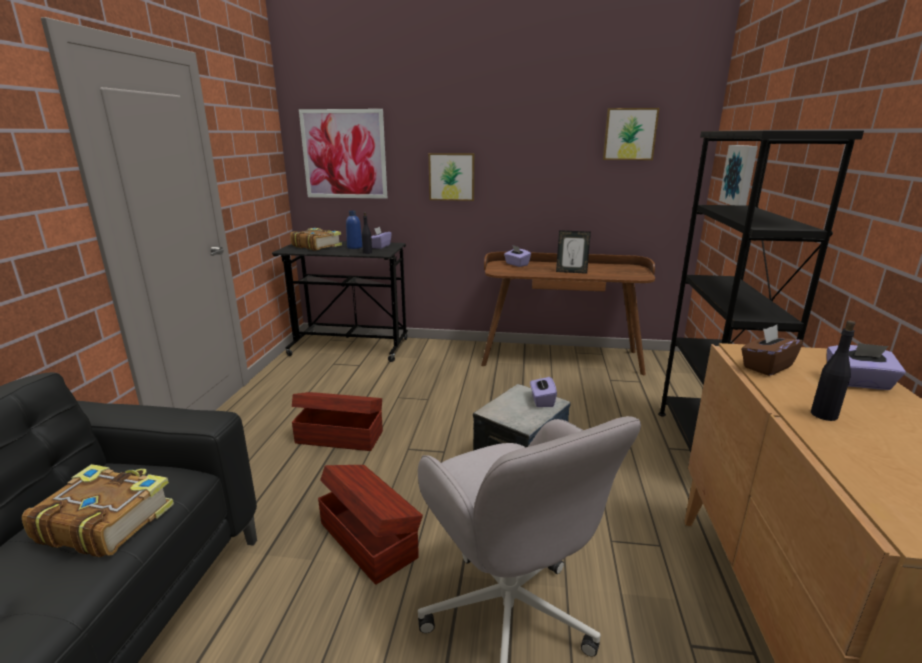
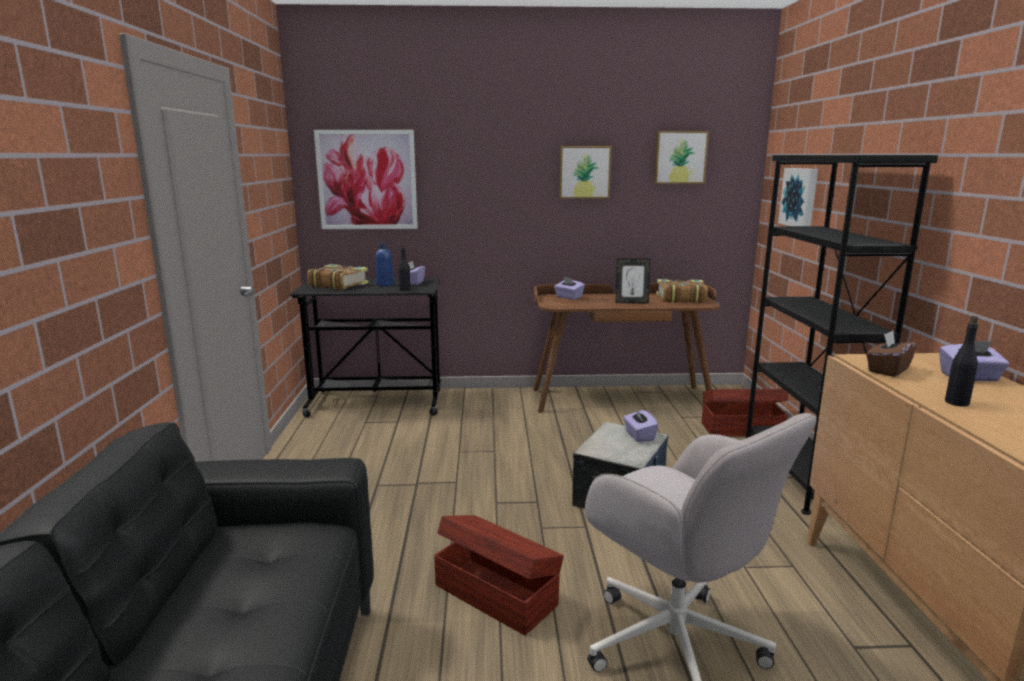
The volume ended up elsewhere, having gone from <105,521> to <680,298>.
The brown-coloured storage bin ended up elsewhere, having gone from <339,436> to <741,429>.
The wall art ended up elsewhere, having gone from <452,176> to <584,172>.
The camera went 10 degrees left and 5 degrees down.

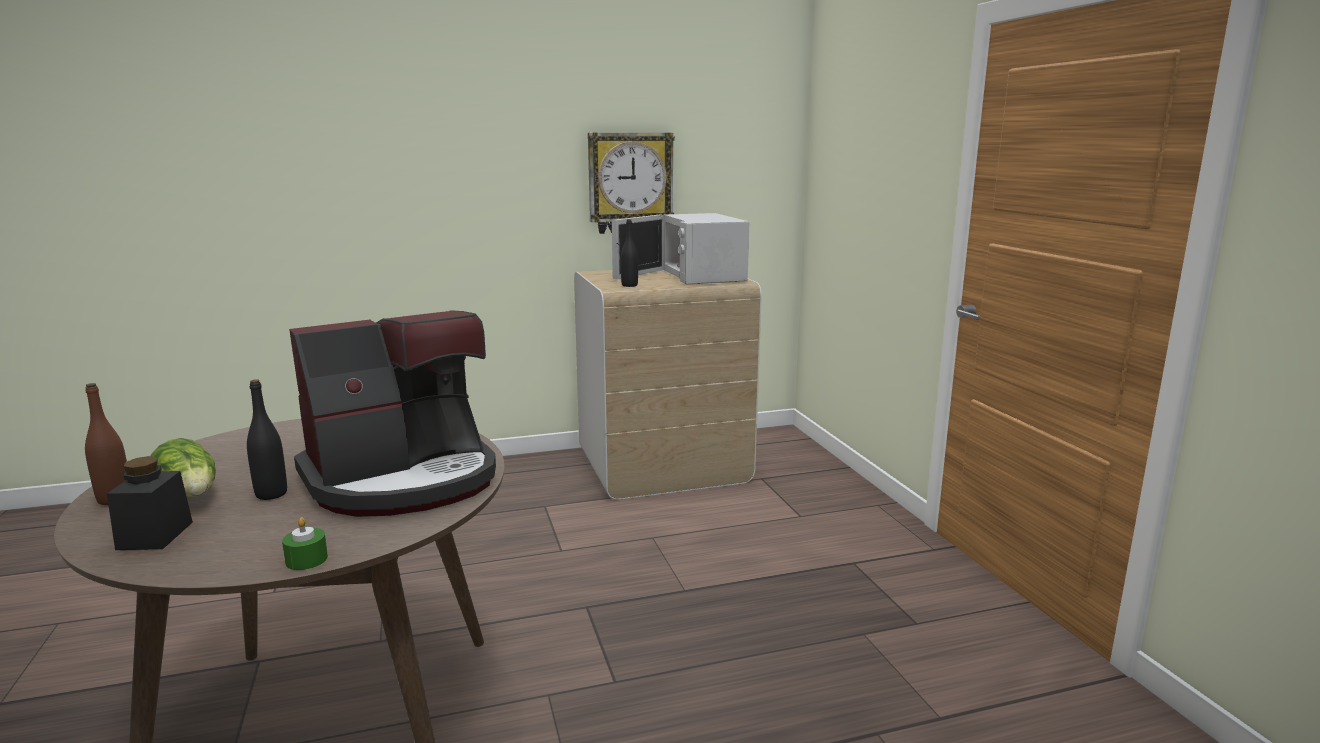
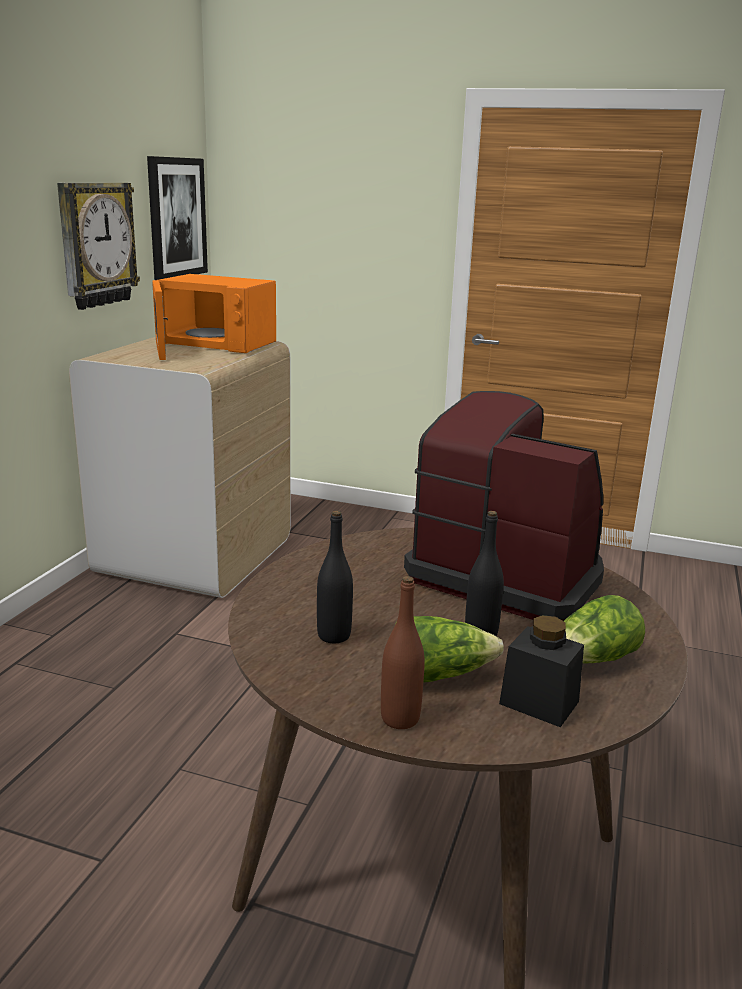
The second view lost the greenish wax light at <306,560>.
The coffee machine at <404,479> ended up facing another way, 60 degrees counterclockwise from before.
What was the white-coloured kitchen microwave at <696,276> turned into the orange-coloured kitchen microwave at <213,344>.
The black beverage bottle ended up elsewhere, having gone from <629,285> to <334,635>.
The second view gained the wall art at <176,218>.
The second view gained the lettuce head at <593,660>.
The camera went 55 degrees left and 5 degrees up.

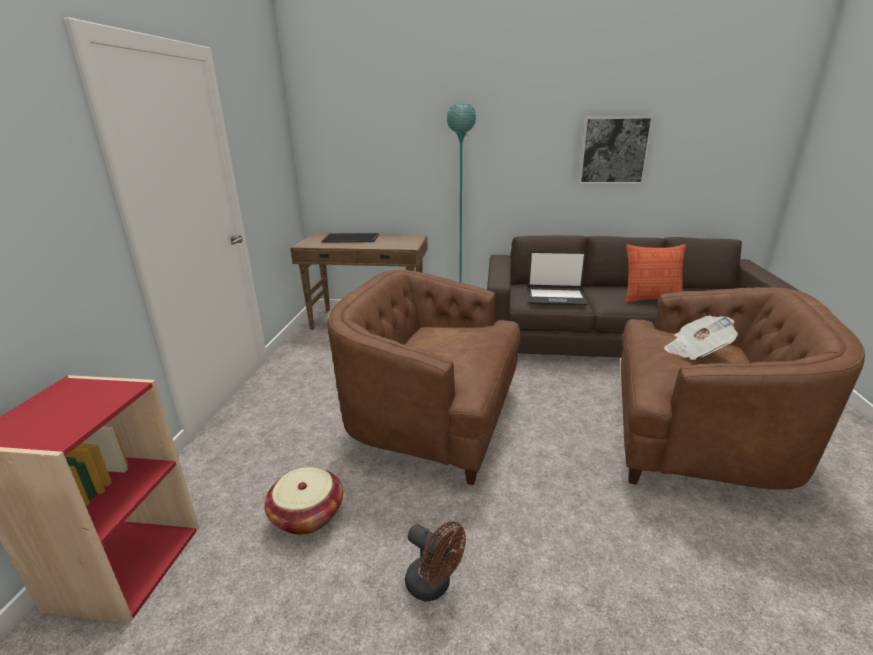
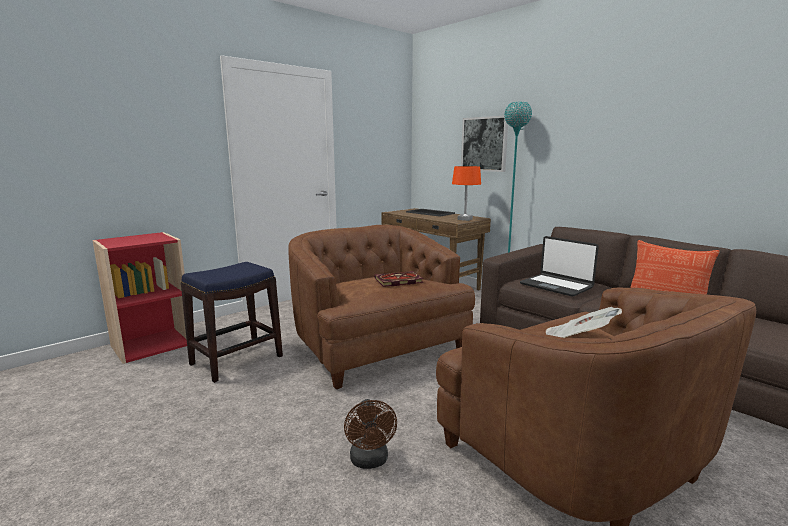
Where the basket stood at <307,515>, the stool seat came to stand at <237,360>.
The brown-coloured fan ended up elsewhere, having gone from <434,586> to <370,461>.
The wall art ended up elsewhere, having gone from <614,150> to <484,144>.
The second view gained the volume at <397,281>.
The second view gained the orange-coloured tabletop lamp at <465,219>.
The camera went 40 degrees right and 10 degrees down.

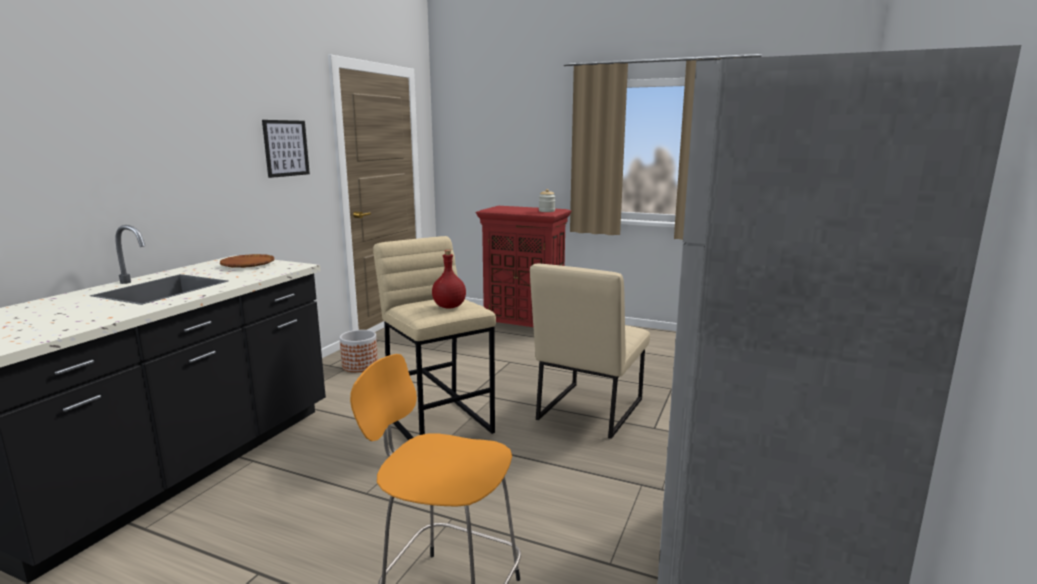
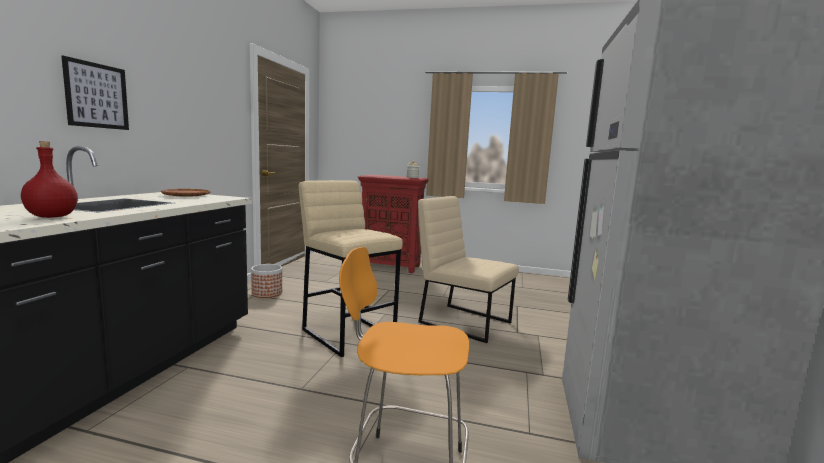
The wall art ended up elsewhere, having gone from <286,148> to <97,95>.
The reddish beverage bottle ended up elsewhere, having gone from <450,306> to <53,216>.
The beige-coloured chair at <588,410> ended up facing another way, 105 degrees clockwise from before.
The camera went 10 degrees left and 5 degrees down.

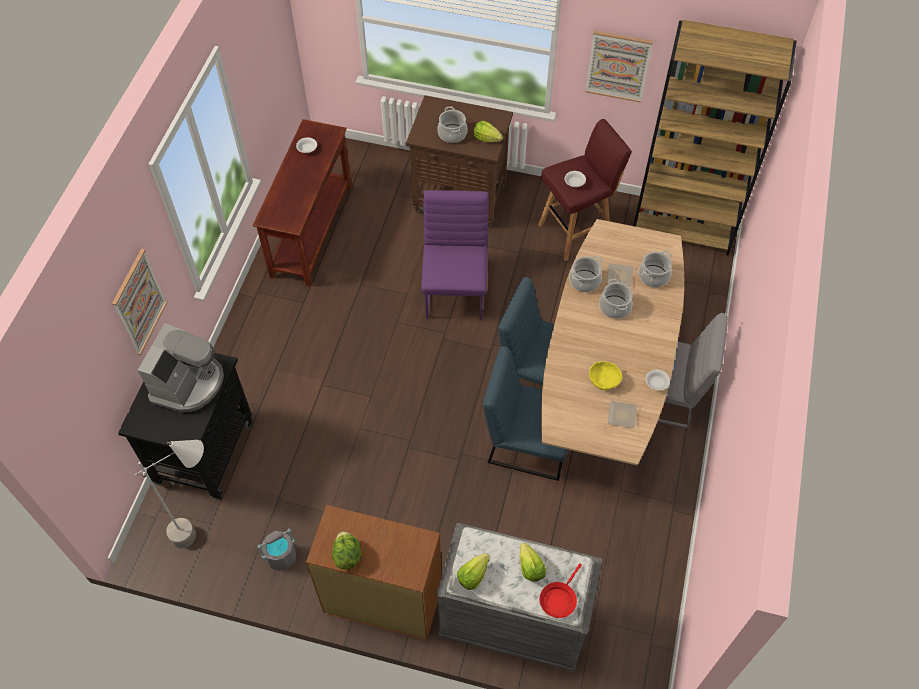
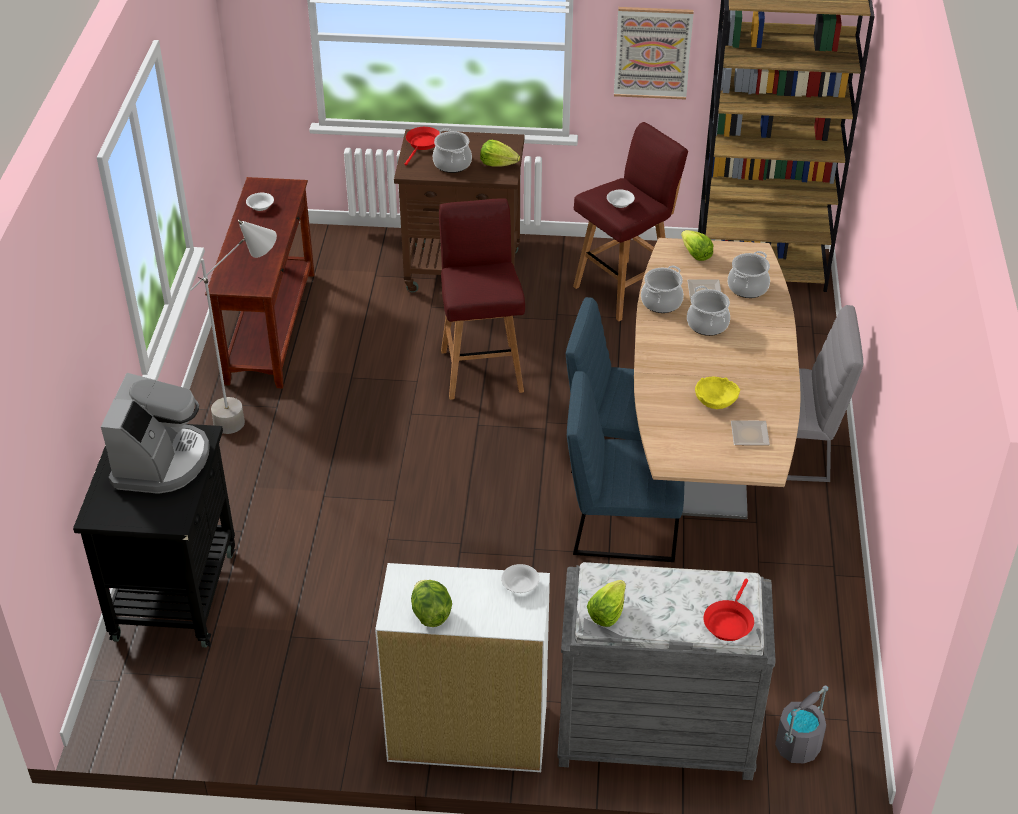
The second view lost the wall art at <139,302>.
The grey standard lamp ended up elsewhere, having gone from <205,533> to <255,417>.
The grey water bucket ended up elsewhere, having gone from <281,557> to <797,746>.
What was the brown-coloured cabinet at <382,599> turned into the white-coloured cabinet at <466,733>.
Where the purple chair stood at <455,290>, the reddish stool seat came to stand at <481,369>.
The lettuce head ended up elsewhere, having gone from <530,568> to <695,254>.
The white-coloured bowl ended up elsewhere, having gone from <656,383> to <520,585>.
The second view gained the reddish pan at <422,144>.
The camera went 10 degrees left and 15 degrees down.

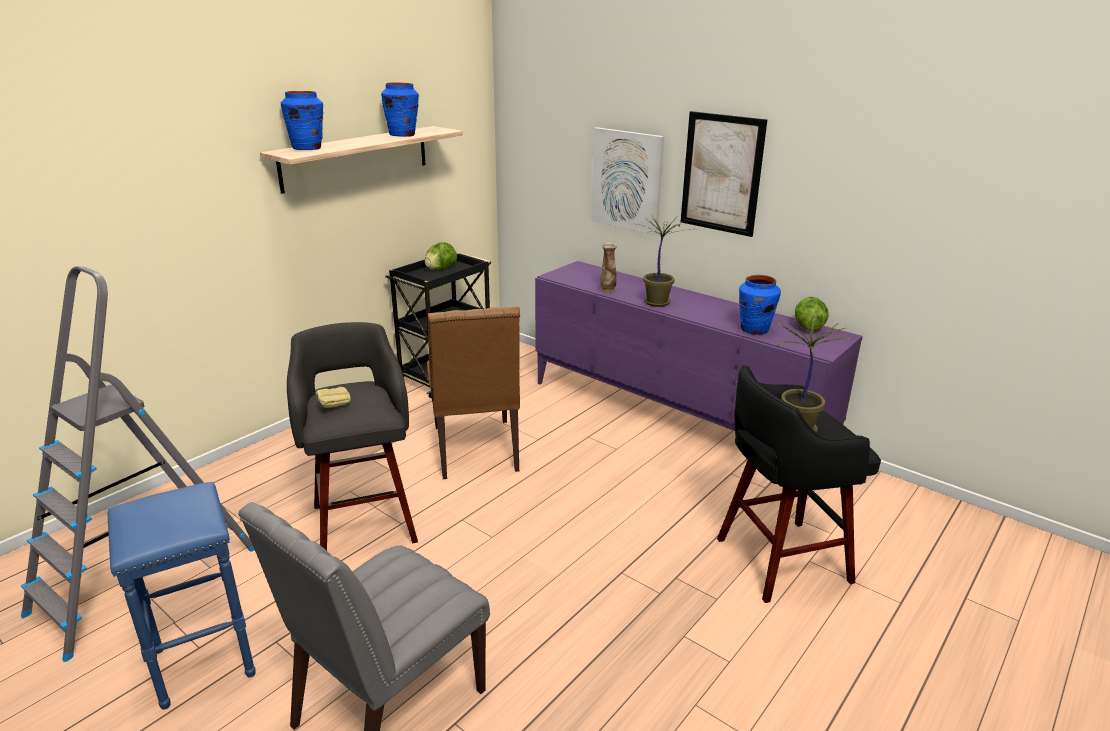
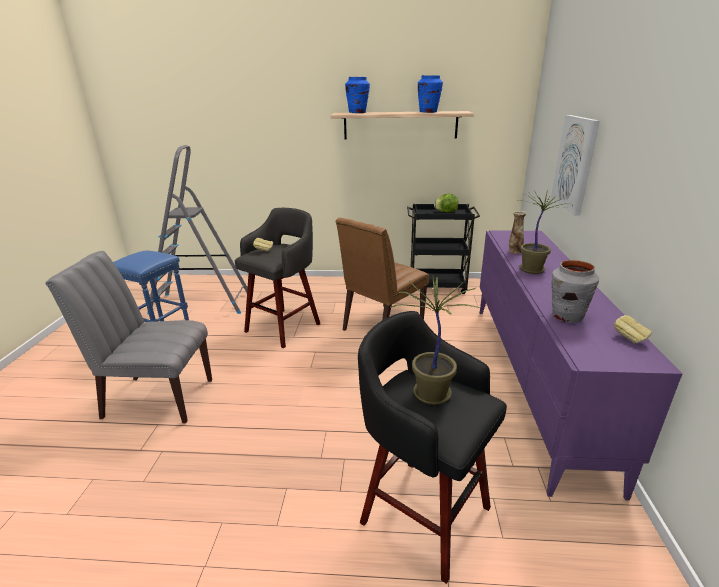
The second view lost the wall art at <721,173>.
What was the blue vase at <754,329> turned into the grey vase at <566,316>.
Where the lettuce head stood at <807,327>, the baked bread came to stand at <629,338>.
The camera went 55 degrees right and 0 degrees up.

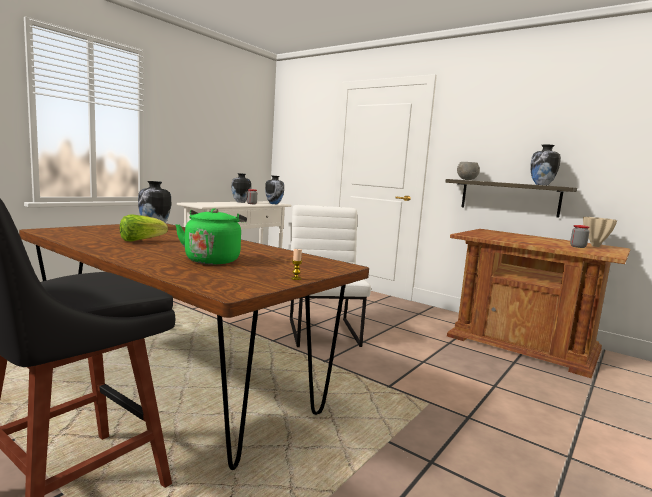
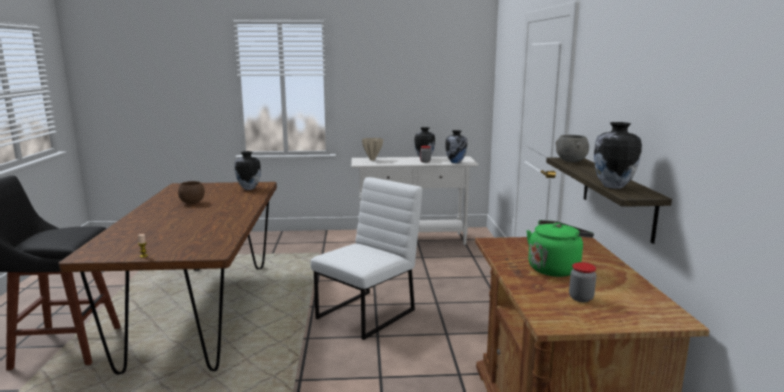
Where the lettuce head stood at <141,240>, the brown-coloured bowl came to stand at <192,203>.
The greenish water kettle ended up elsewhere, having gone from <213,260> to <555,269>.
The beige-coloured vase ended up elsewhere, having gone from <595,246> to <372,159>.
The camera went 50 degrees right and 5 degrees up.

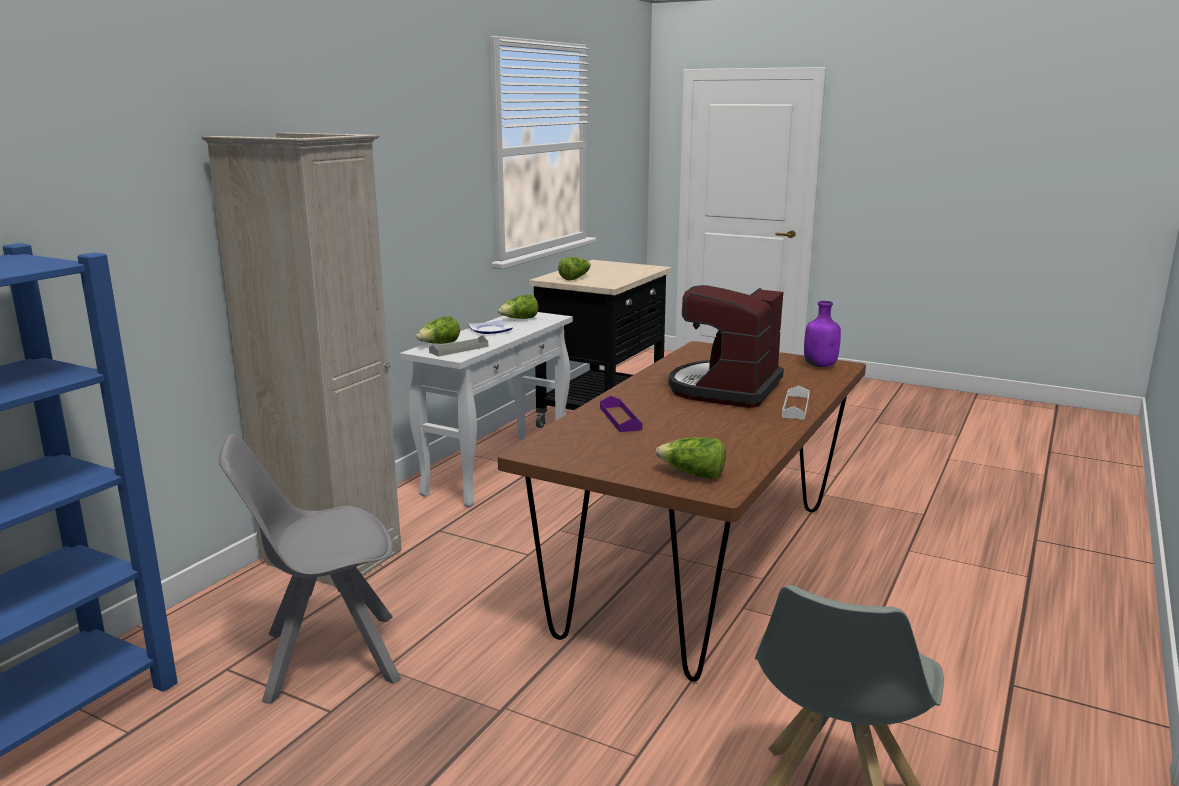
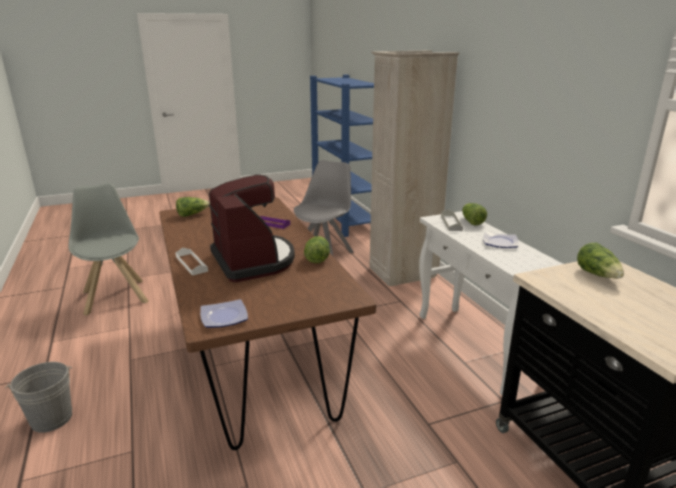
The lettuce head ended up elsewhere, having gone from <519,319> to <317,258>.
Where the purple beverage bottle stood at <820,365>, the flat dish came to stand at <223,317>.
The second view gained the grey water bucket at <51,419>.
The camera went 130 degrees right and 5 degrees up.

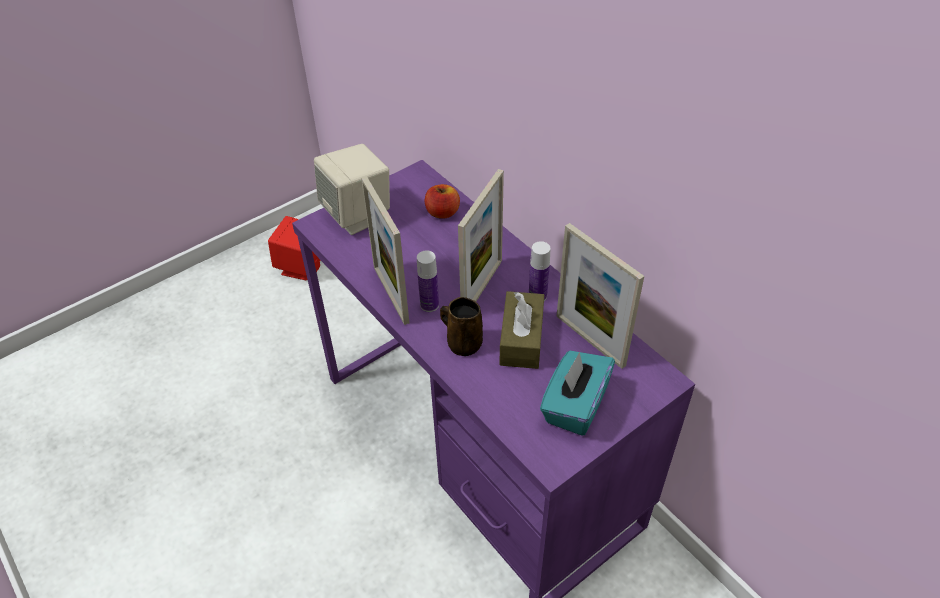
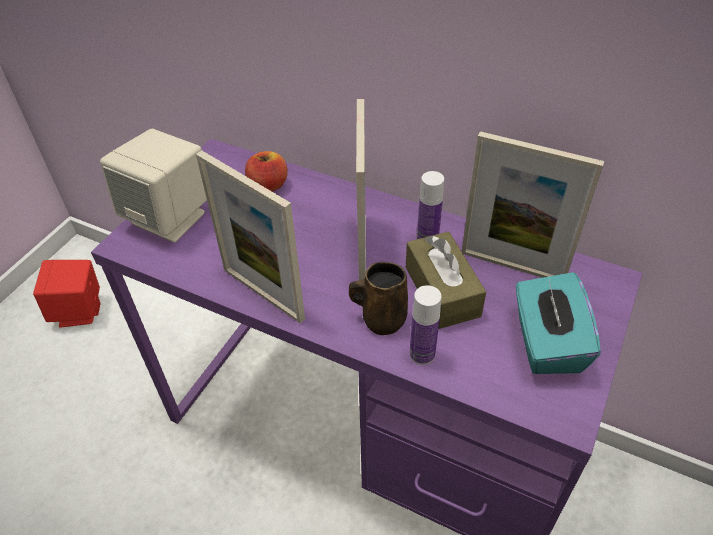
The beverage bottle ended up elsewhere, having gone from <429,305> to <422,354>.
The camera went 25 degrees left and 0 degrees up.

